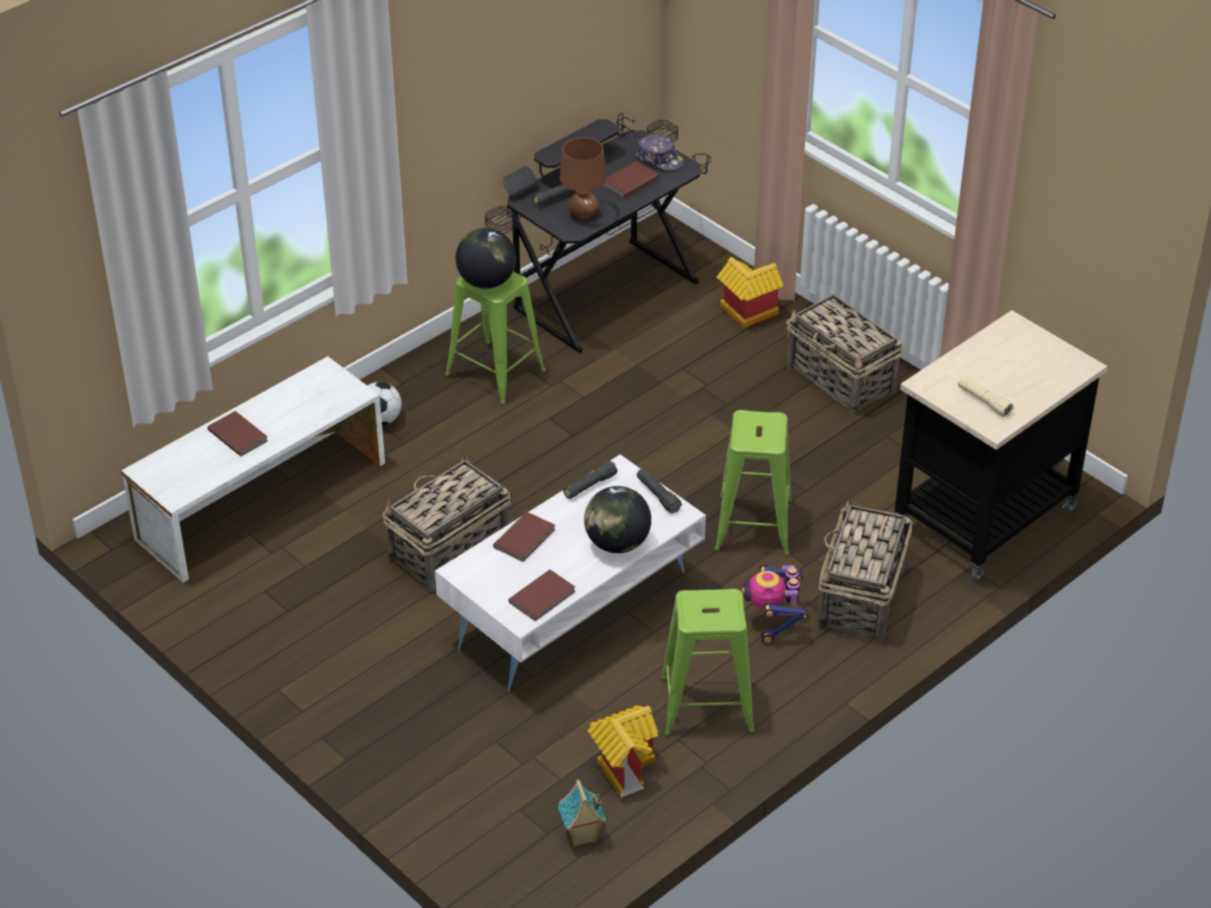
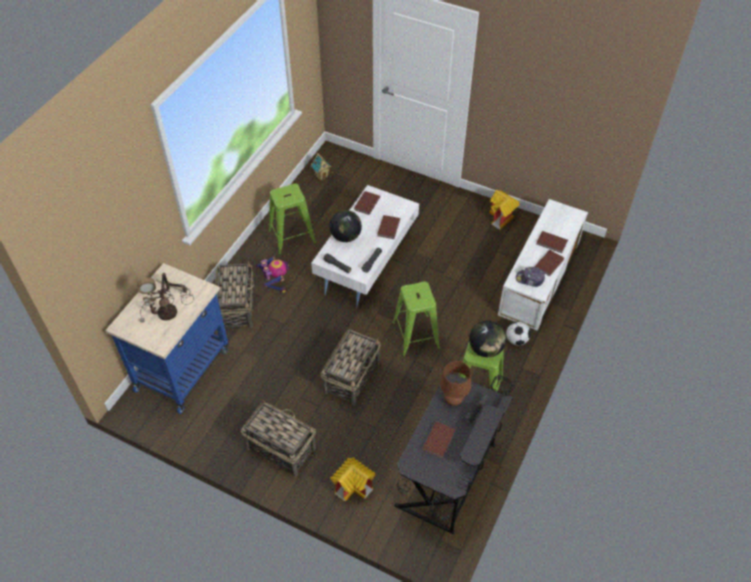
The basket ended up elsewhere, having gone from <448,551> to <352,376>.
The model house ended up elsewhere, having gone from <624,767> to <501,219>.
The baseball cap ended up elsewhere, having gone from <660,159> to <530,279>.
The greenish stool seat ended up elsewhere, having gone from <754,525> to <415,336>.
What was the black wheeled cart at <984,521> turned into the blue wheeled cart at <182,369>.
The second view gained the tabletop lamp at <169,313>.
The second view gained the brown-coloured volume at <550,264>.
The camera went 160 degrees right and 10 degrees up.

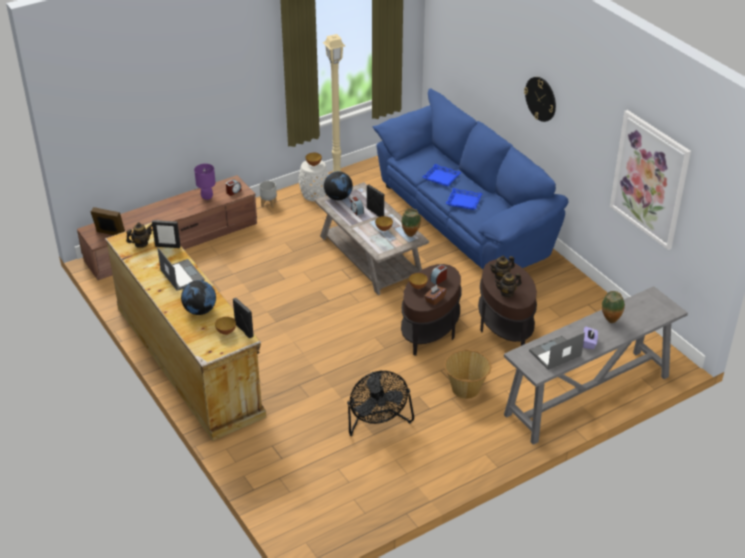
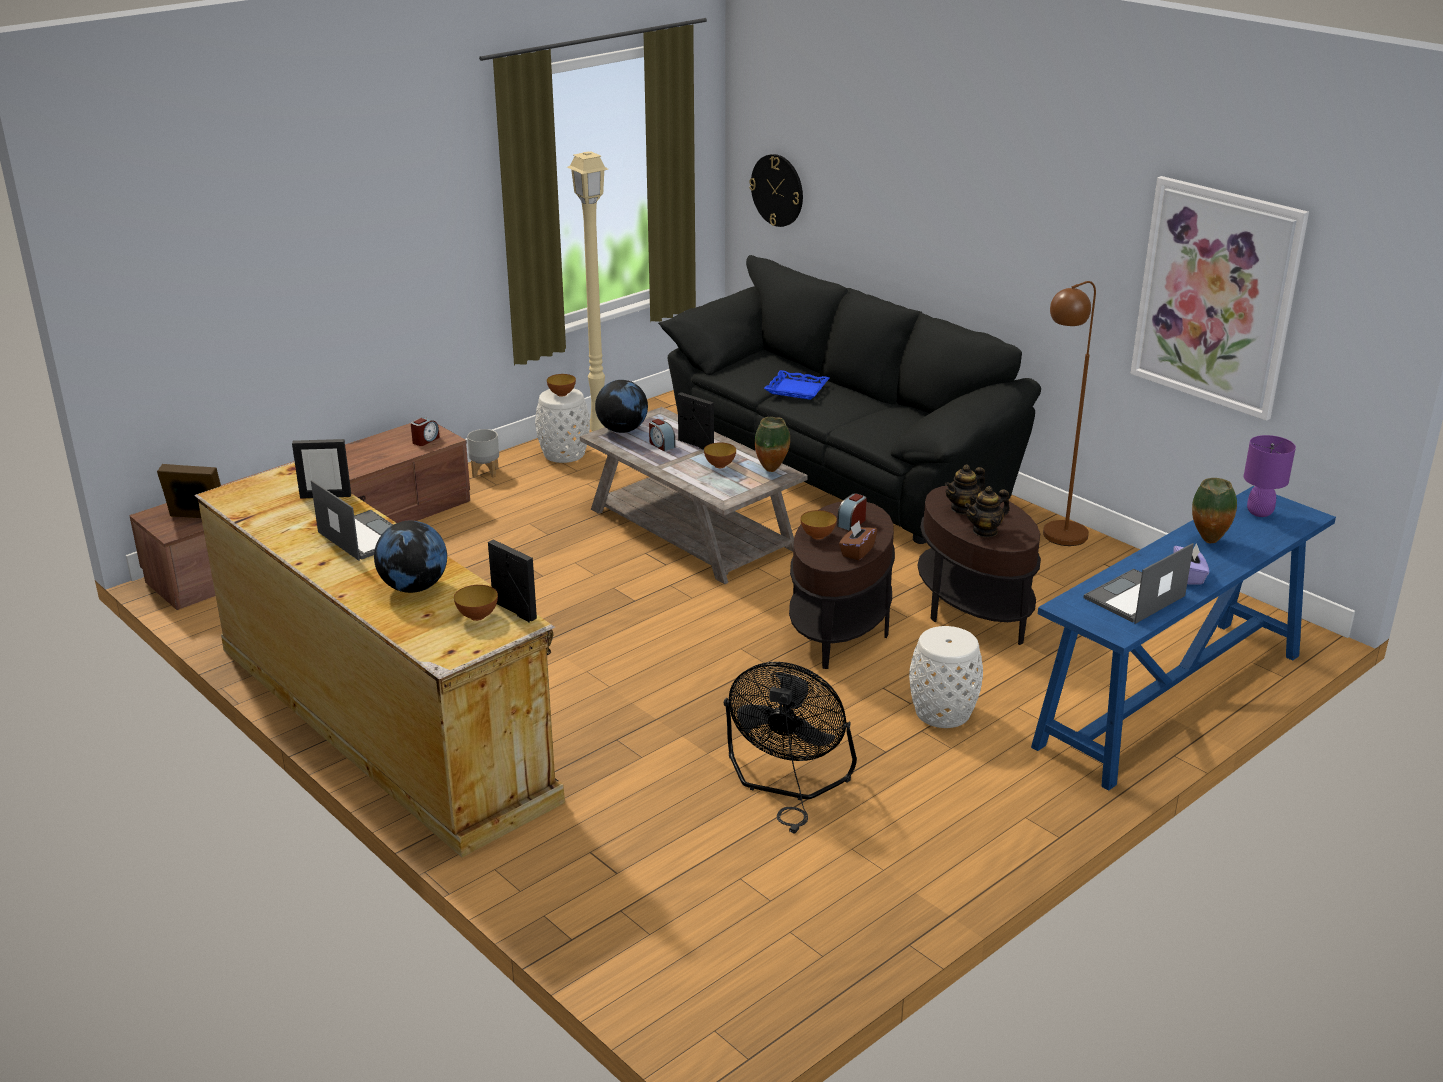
The second view lost the tea pot at <141,244>.
The purple tabletop lamp ended up elsewhere, having gone from <207,197> to <1258,513>.
The black fan at <374,420> ended up facing another way, 135 degrees counterclockwise from before.
What was the blue settee at <463,222> turned into the black settee at <837,470>.
Where the basket stood at <466,389>, the white-coloured stool seat came to stand at <942,713>.
The second view lost the blue serving tray at <463,201>.
What was the grey narrow table at <586,396> turned into the blue narrow table at <1169,700>.
The clock on the wall ended up elsewhere, having gone from <541,99> to <777,190>.
The second view gained the brown-coloured standard lamp at <1057,540>.
The camera went 10 degrees left and 10 degrees down.

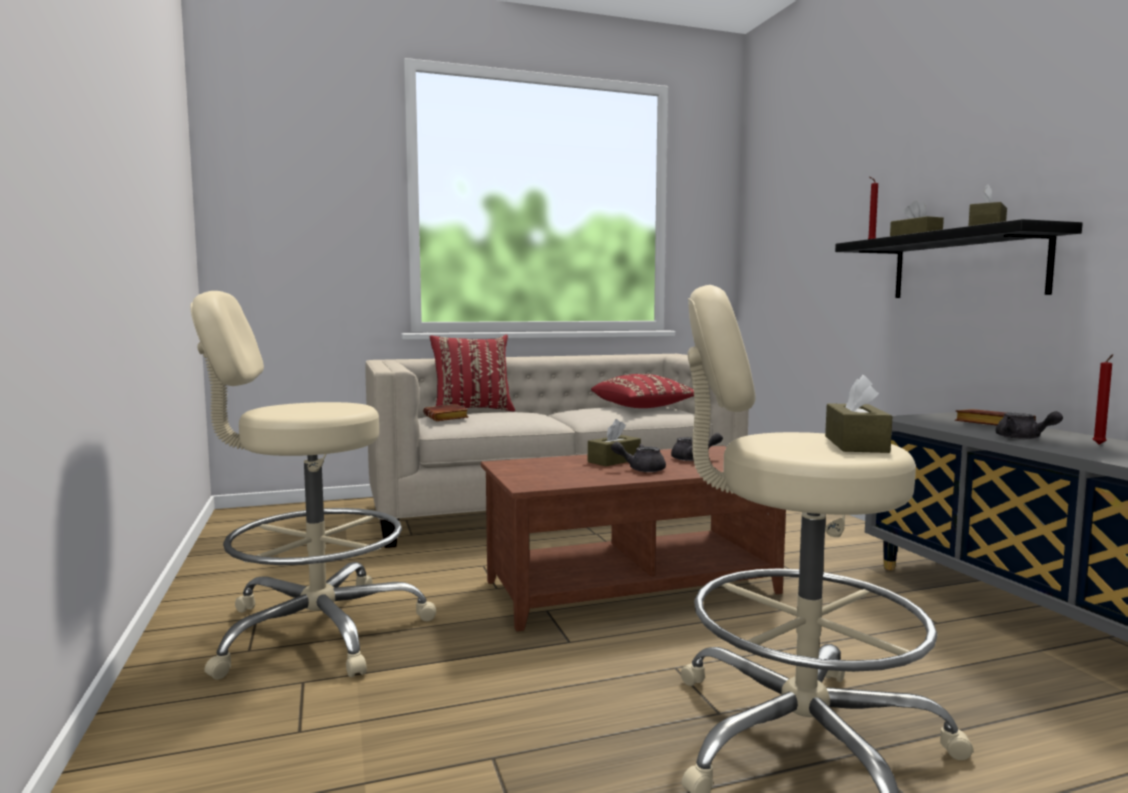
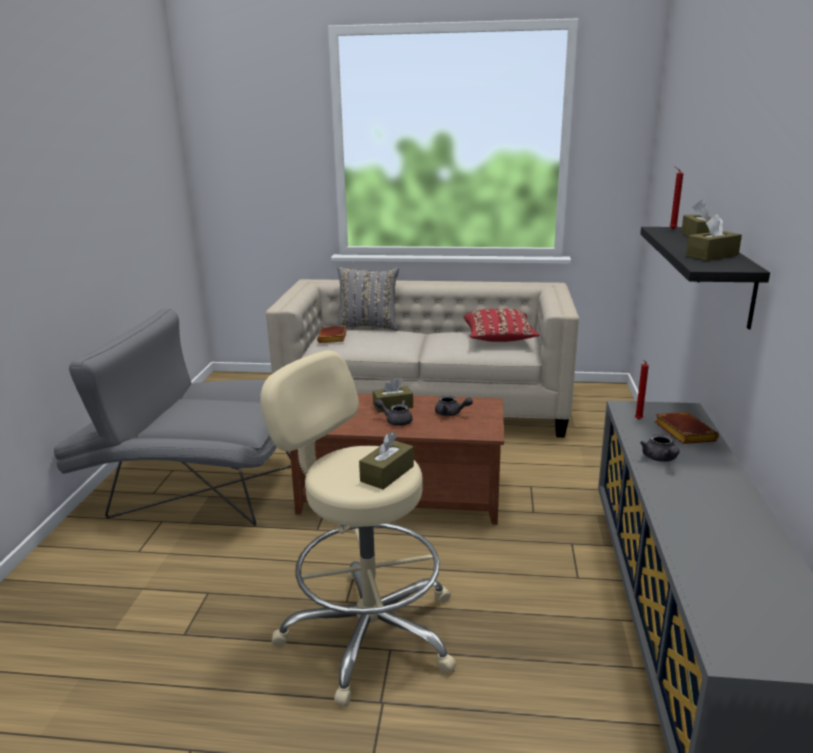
Where the beige-coloured stool seat stood at <315,631>, the grey easy chair came to stand at <193,487>.
What was the reddish pillow at <472,411> turned into the grey pillow at <368,326>.
The reddish wax light ended up elsewhere, having gone from <1099,445> to <638,420>.
The camera went 25 degrees right and 15 degrees up.

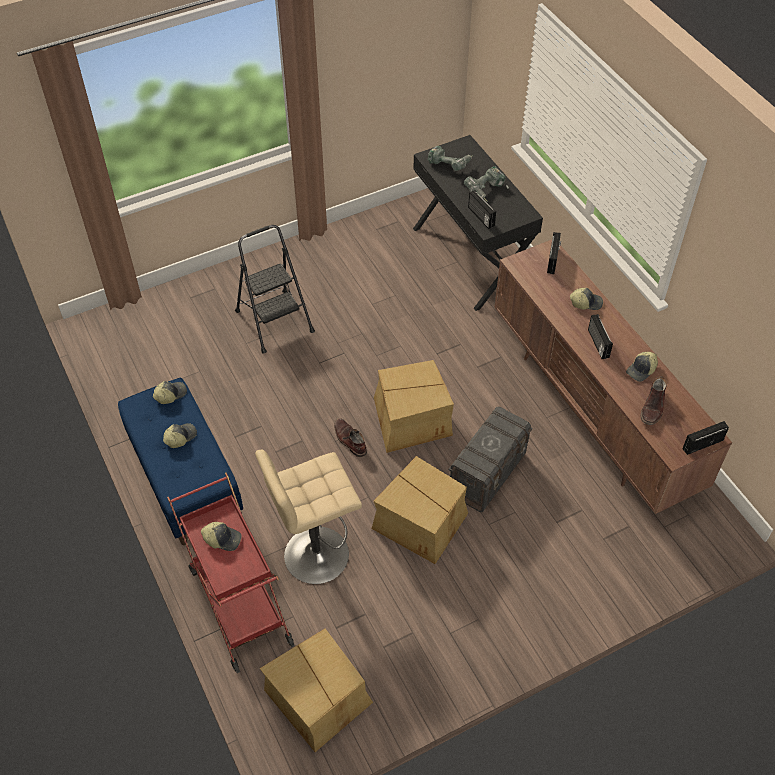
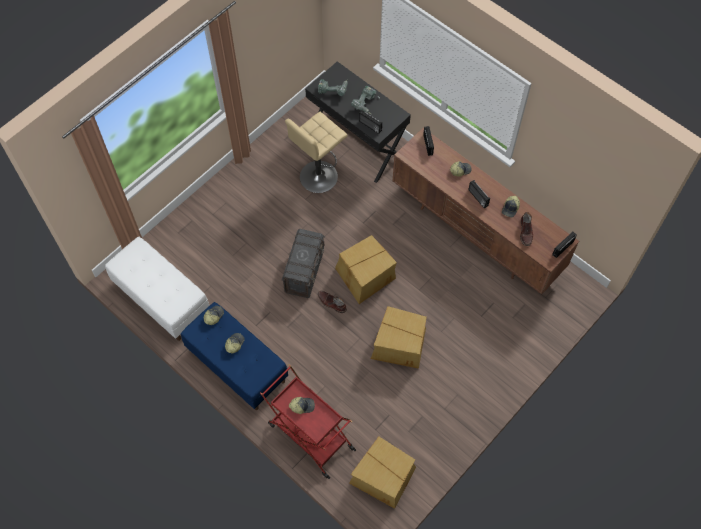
The second view lost the black step ladder at <273,318>.
The beige-coloured stool seat ended up elsewhere, having gone from <315,554> to <318,177>.
The grey storage bin ended up elsewhere, having gone from <488,474> to <304,271>.
The second view gained the white-coloured indoor bench at <161,299>.
The camera went 20 degrees left and 10 degrees up.

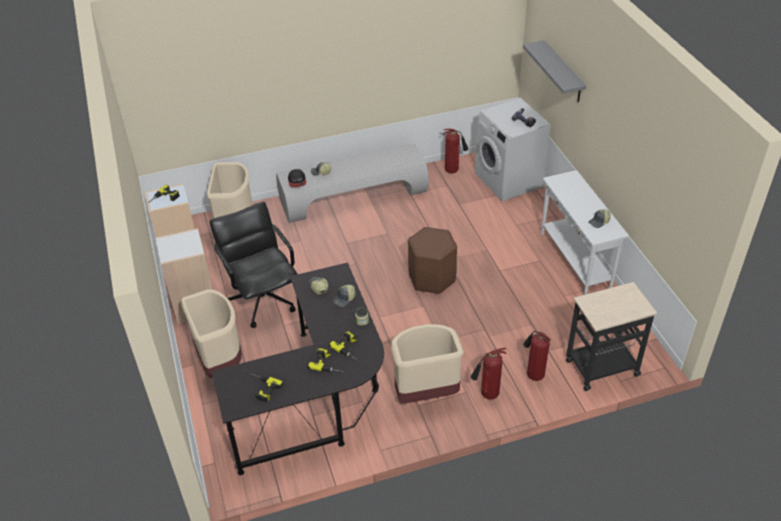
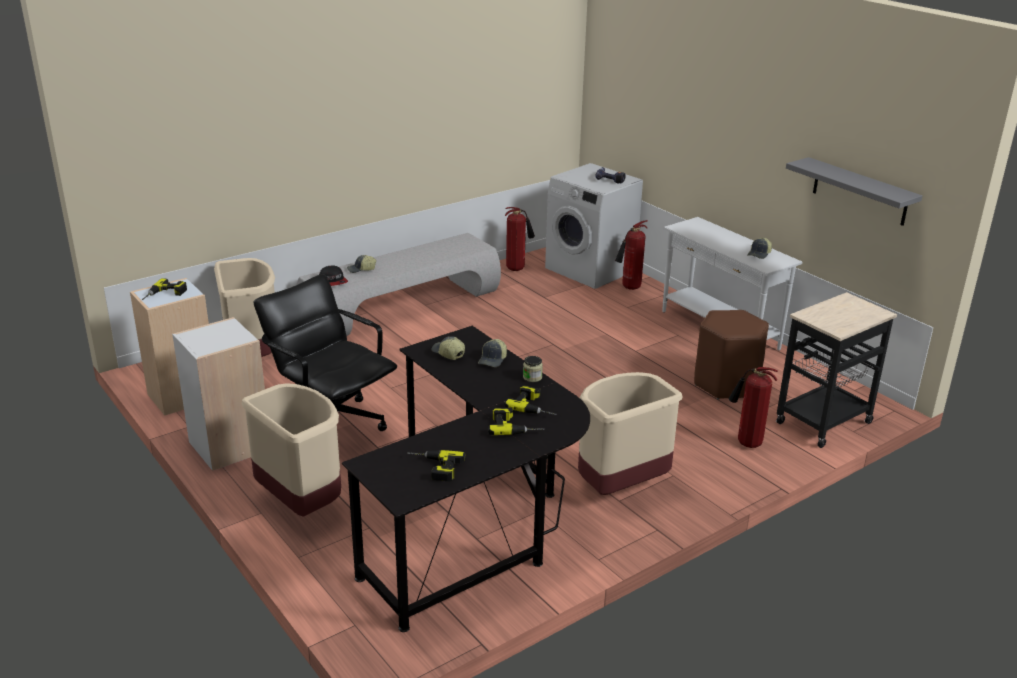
The brown-coloured stool seat ended up elsewhere, having gone from <432,278> to <726,384>.
The extinguisher ended up elsewhere, having gone from <487,395> to <629,288>.
The grey wall shelf ended up elsewhere, having gone from <563,72> to <860,192>.
The camera went 20 degrees left and 15 degrees down.

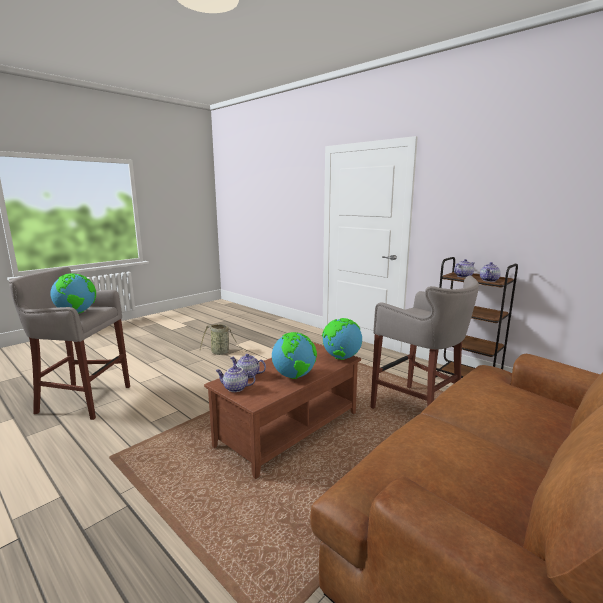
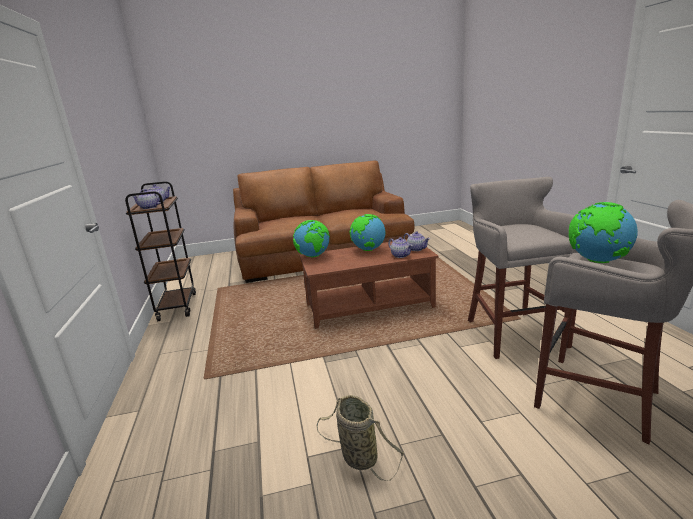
The grey stool seat ended up elsewhere, having gone from <419,410> to <512,332>.
The camera went 145 degrees left and 5 degrees up.

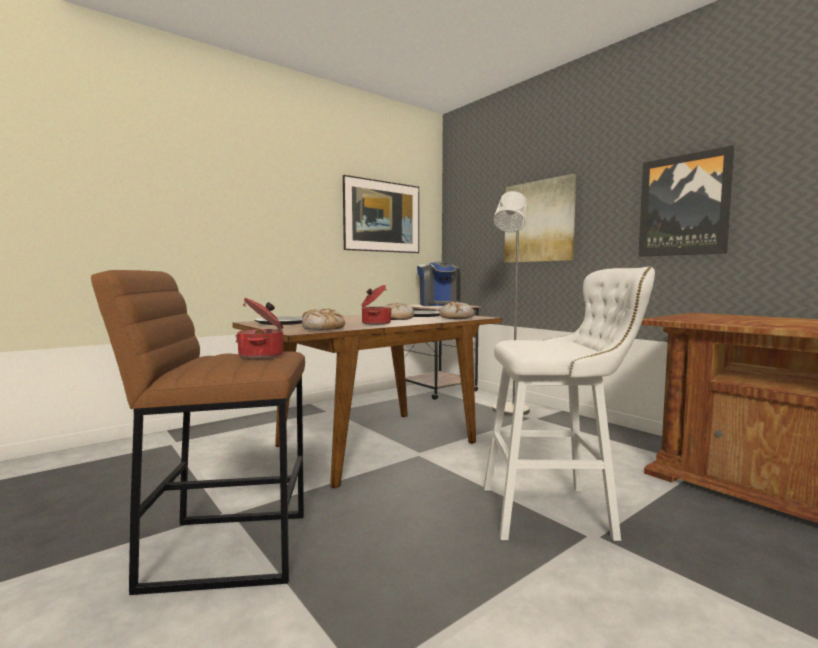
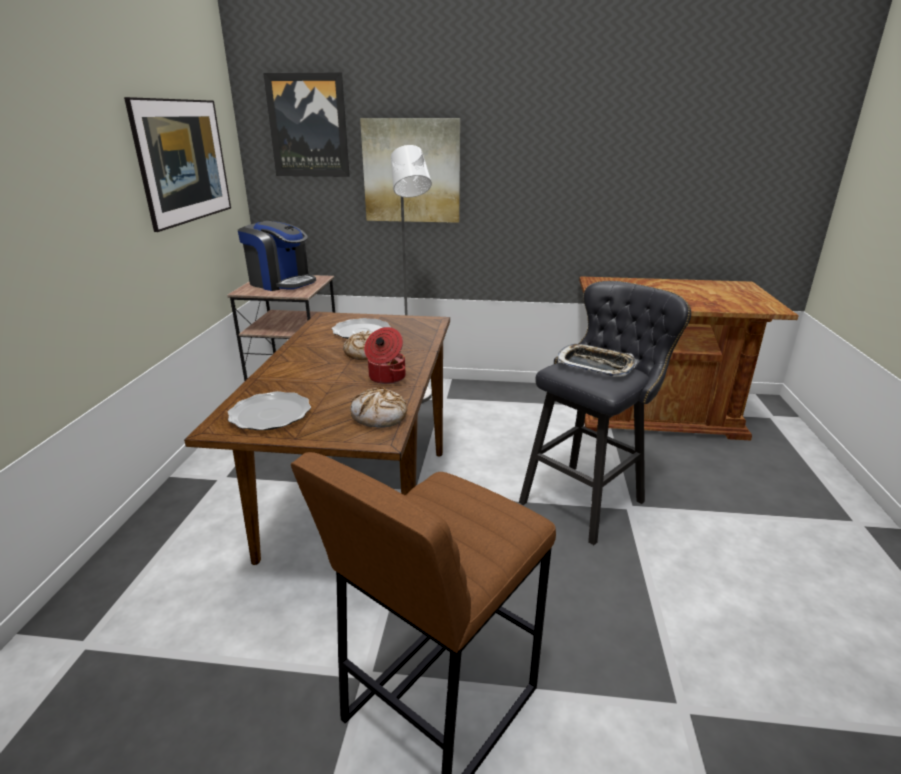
The second view lost the stockpot at <262,355>.
The second view lost the baked bread at <456,318>.
What was the white-coloured stool seat at <562,511> turned into the black stool seat at <590,496>.
The wall art ended up elsewhere, having gone from <683,205> to <308,126>.
The second view gained the serving tray at <595,365>.
The camera went 45 degrees left and 20 degrees up.

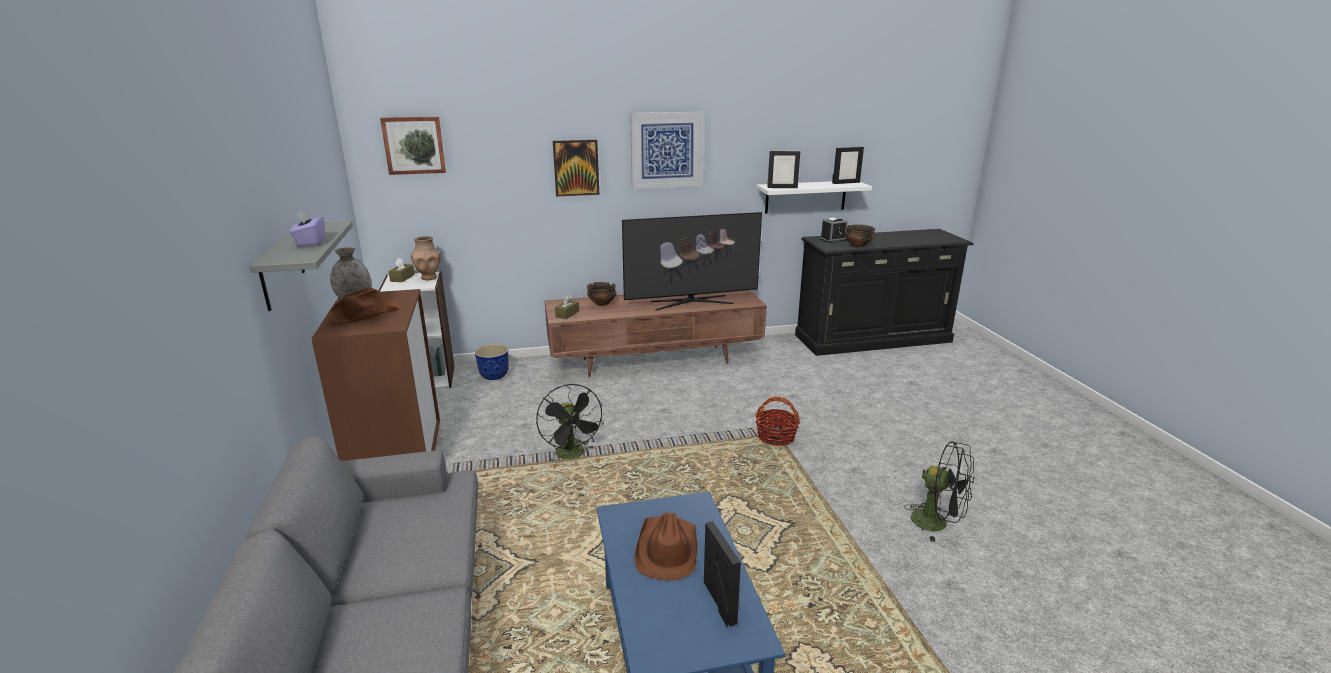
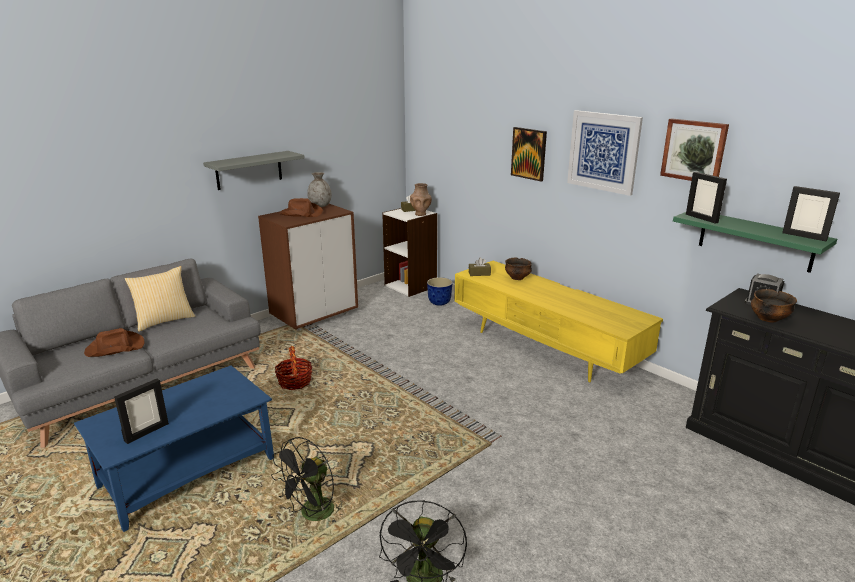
The second view lost the purple tissue holder at <310,242>.
The wall art ended up elsewhere, having gone from <414,145> to <694,150>.
The black fan ended up elsewhere, having gone from <573,455> to <312,515>.
What was the brown-coloured media console at <654,359> turned into the yellow media console at <546,348>.
The second view lost the TV at <691,302>.
The brown-coloured clothing hat ended up elsewhere, having gone from <667,550> to <114,348>.
The basket ended up elsewhere, having gone from <776,437> to <295,382>.
What was the white-coloured wall shelf at <805,196> turned into the greenish wall shelf at <755,240>.
The second view gained the pillow at <164,320>.
The camera went 60 degrees right and 0 degrees up.

